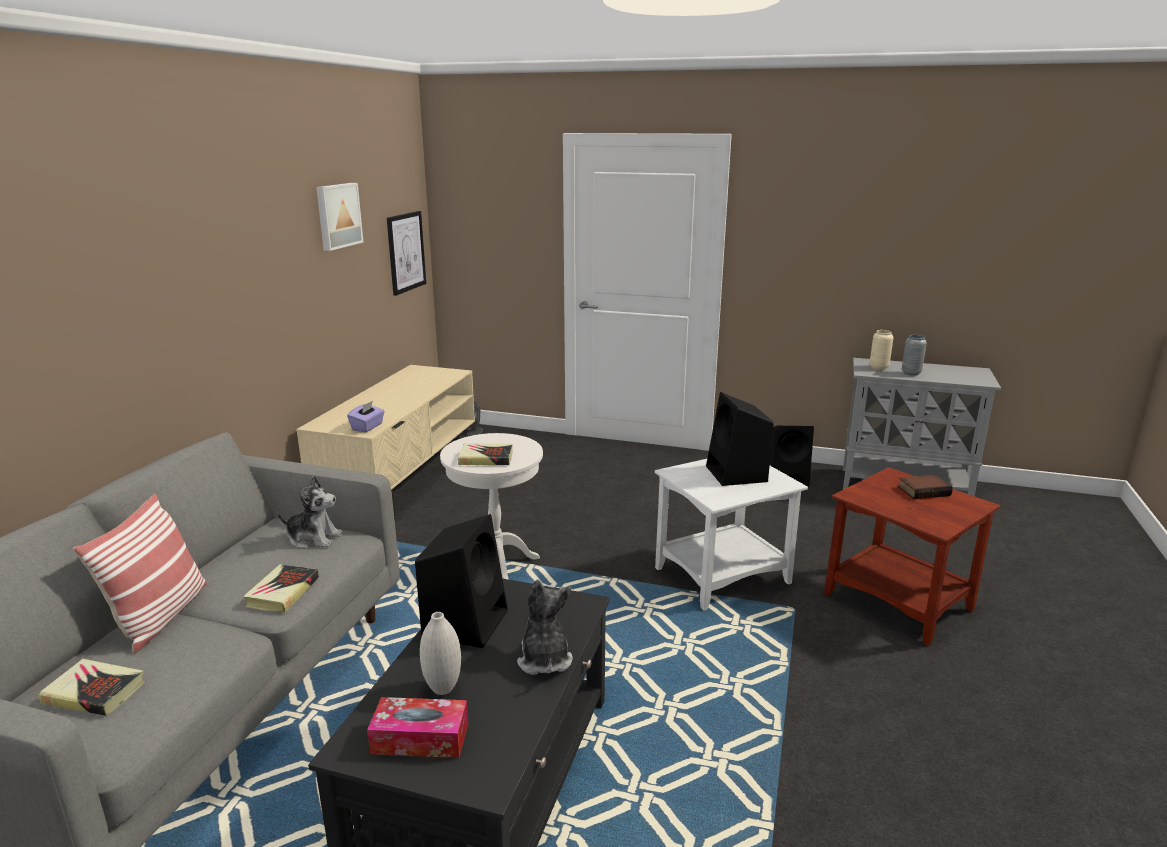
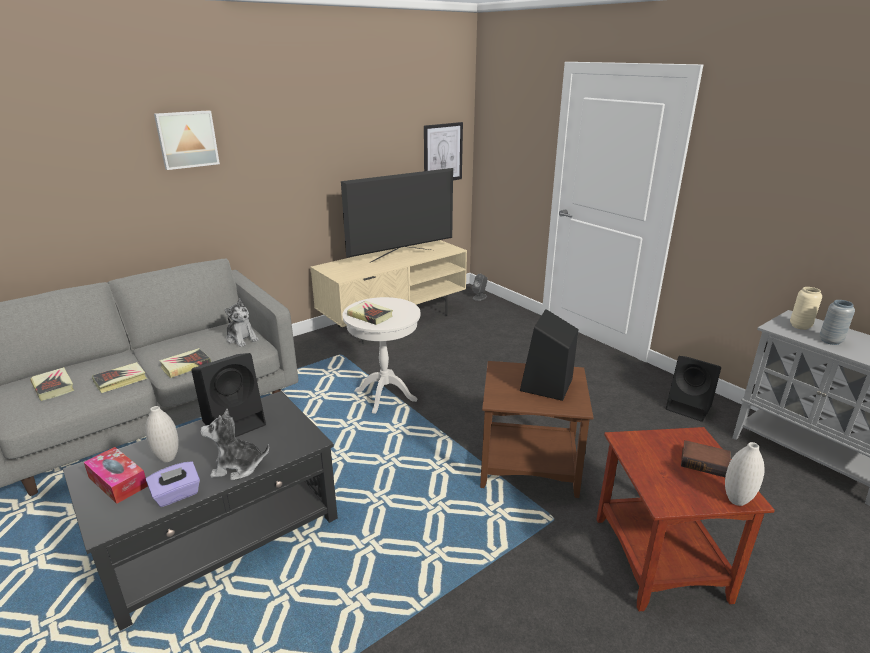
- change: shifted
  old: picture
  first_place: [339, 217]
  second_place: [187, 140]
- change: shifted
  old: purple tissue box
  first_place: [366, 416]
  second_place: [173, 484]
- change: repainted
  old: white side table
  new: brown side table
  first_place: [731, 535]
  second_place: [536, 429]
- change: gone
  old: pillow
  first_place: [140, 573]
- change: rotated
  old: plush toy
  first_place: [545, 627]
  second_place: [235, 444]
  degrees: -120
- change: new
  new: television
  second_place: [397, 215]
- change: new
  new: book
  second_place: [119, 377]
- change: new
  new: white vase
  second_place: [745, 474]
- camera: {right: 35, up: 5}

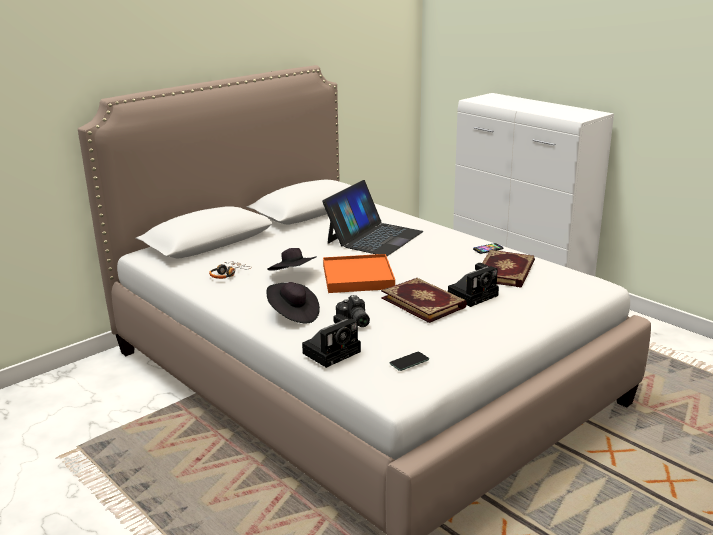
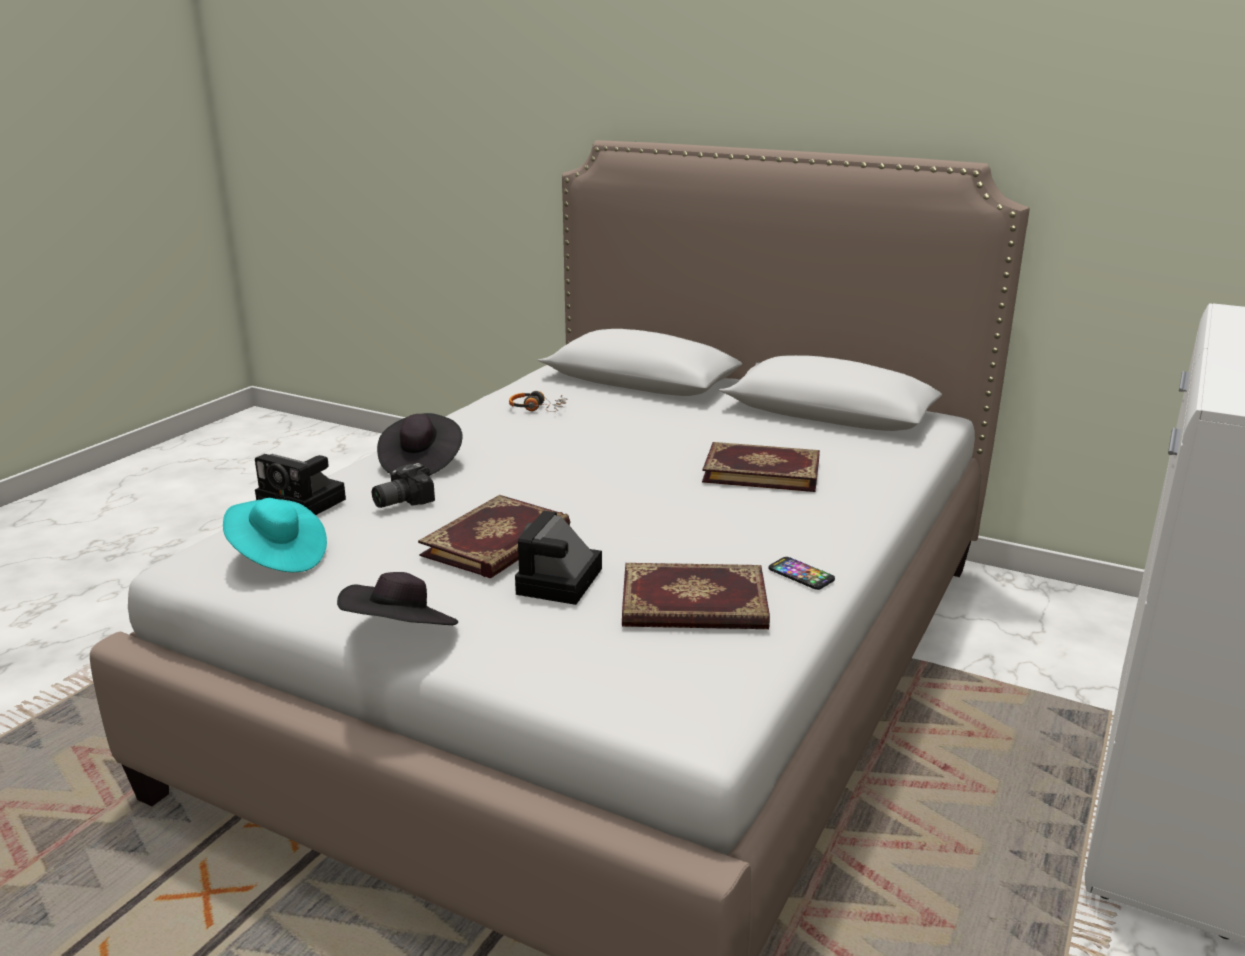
- change: swapped
  old: laptop
  new: book
  first_place: [372, 218]
  second_place: [761, 467]
- change: shifted
  old: black hat
  first_place: [292, 259]
  second_place: [397, 598]
- change: gone
  old: orange tray
  first_place: [359, 273]
- change: rotated
  old: photo camera
  first_place: [473, 285]
  second_place: [558, 558]
  degrees: 75
- change: swapped
  old: phone
  new: turquoise hat
  first_place: [409, 361]
  second_place: [275, 535]
- camera: {right: 70, up: 0}

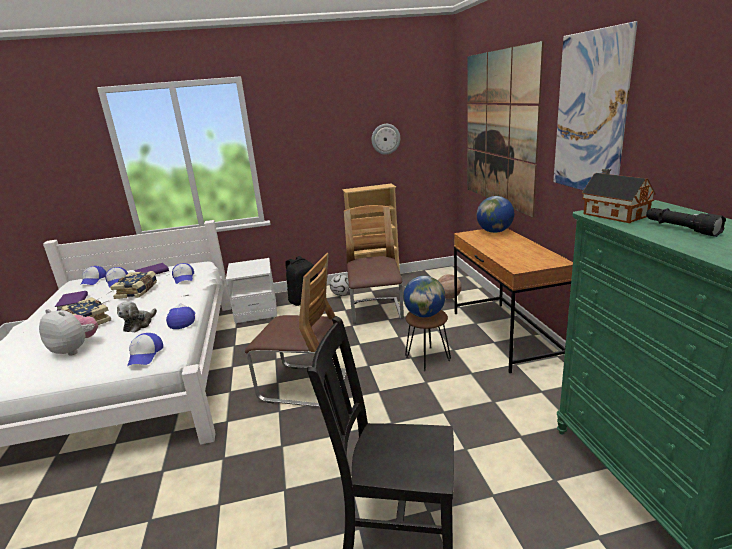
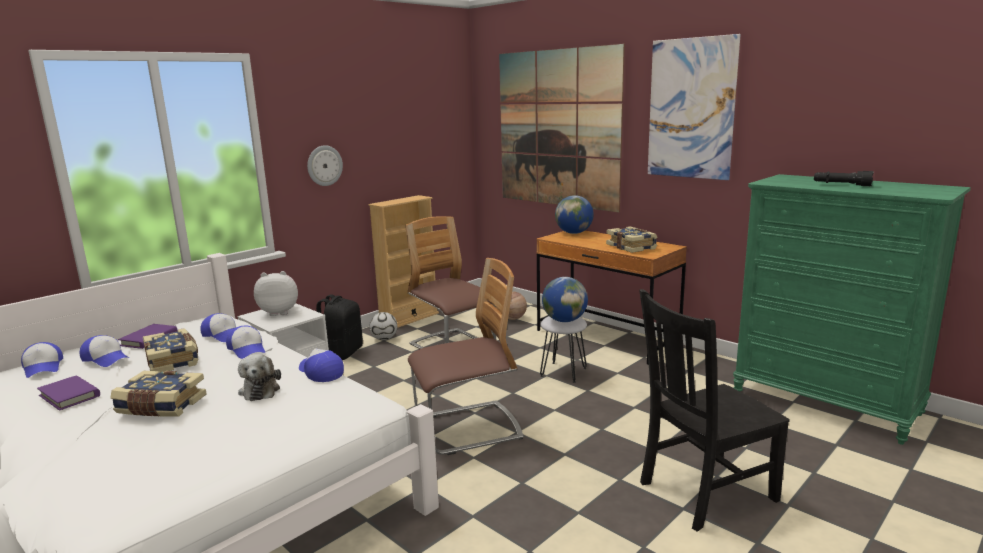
- change: shifted
  old: wall clock
  first_place: [386, 139]
  second_place: [325, 165]
- change: gone
  old: toy house
  first_place: [619, 196]
- change: shifted
  old: plush toy
  first_place: [68, 332]
  second_place: [276, 293]
- change: repainted
  old: brown stool
  new: white stool
  first_place: [428, 340]
  second_place: [563, 349]
- change: shifted
  old: cap
  first_place: [145, 350]
  second_place: [245, 342]
- change: new
  new: book
  second_place: [632, 239]
- camera: {right: -35, up: -5}

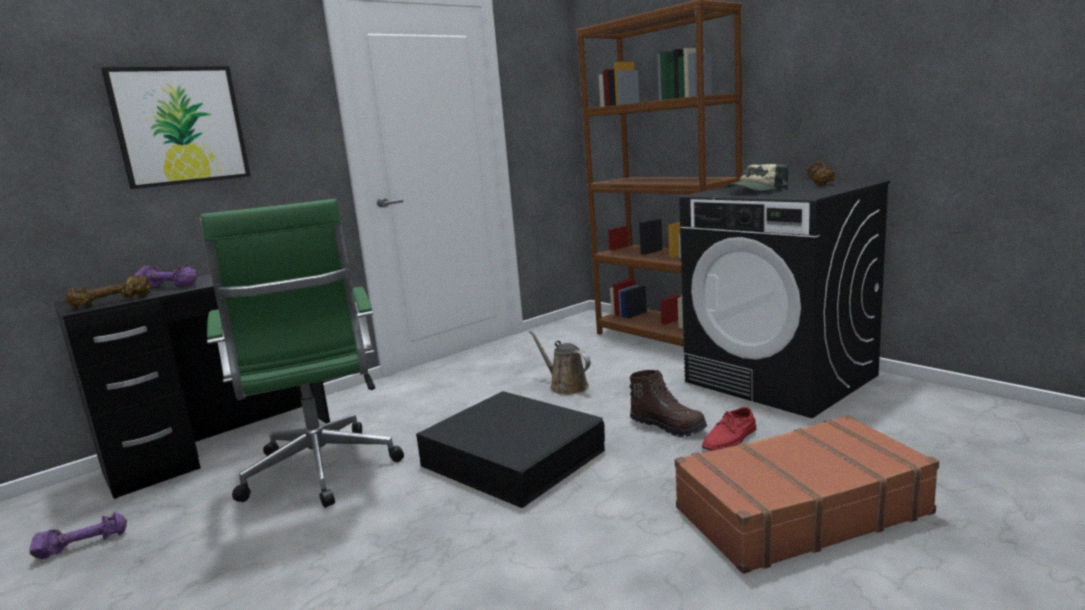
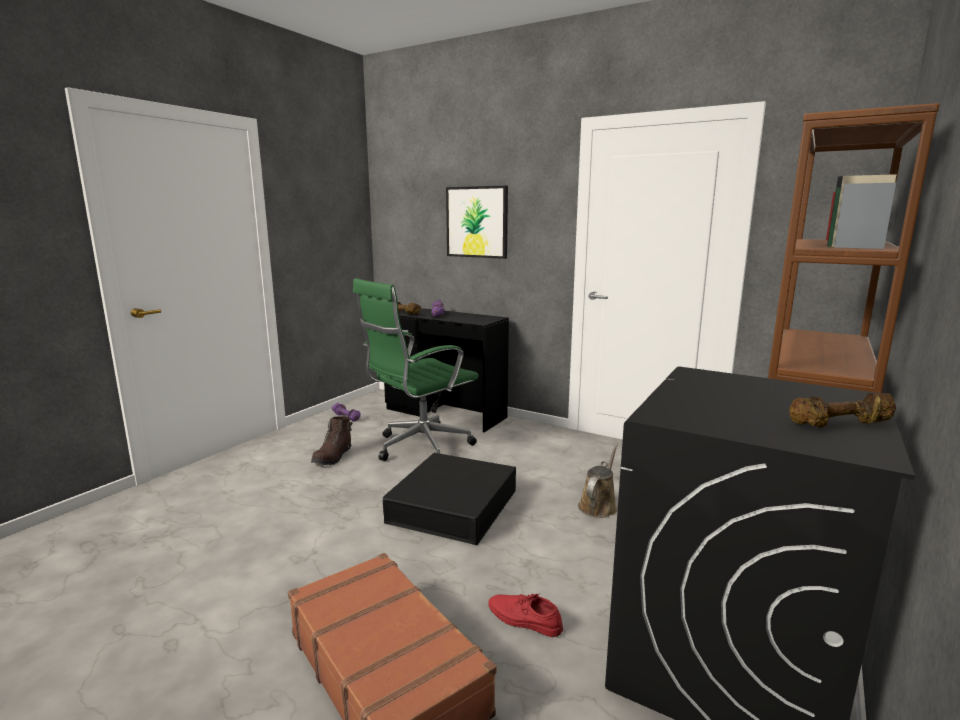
- change: gone
  old: cap
  first_place: [755, 177]
- change: shifted
  old: brown boot
  first_place: [668, 403]
  second_place: [331, 440]
- camera: {right: 70, up: 0}

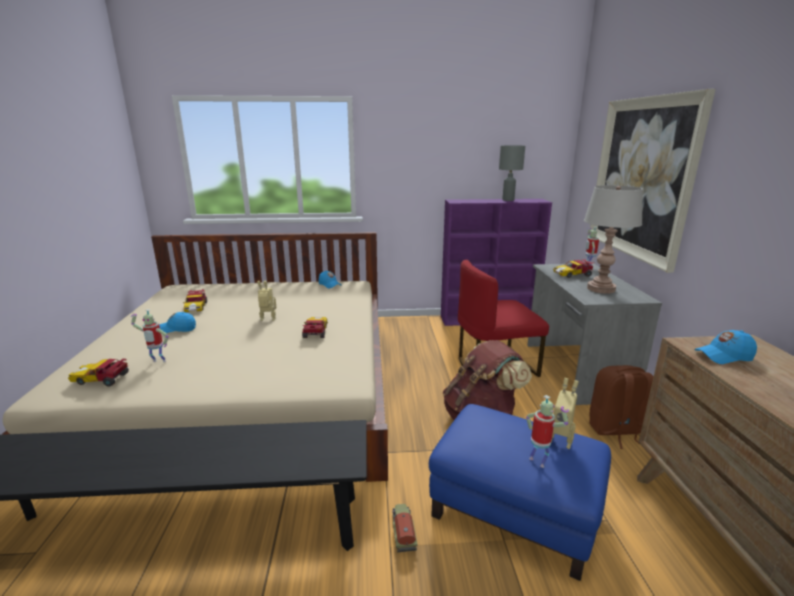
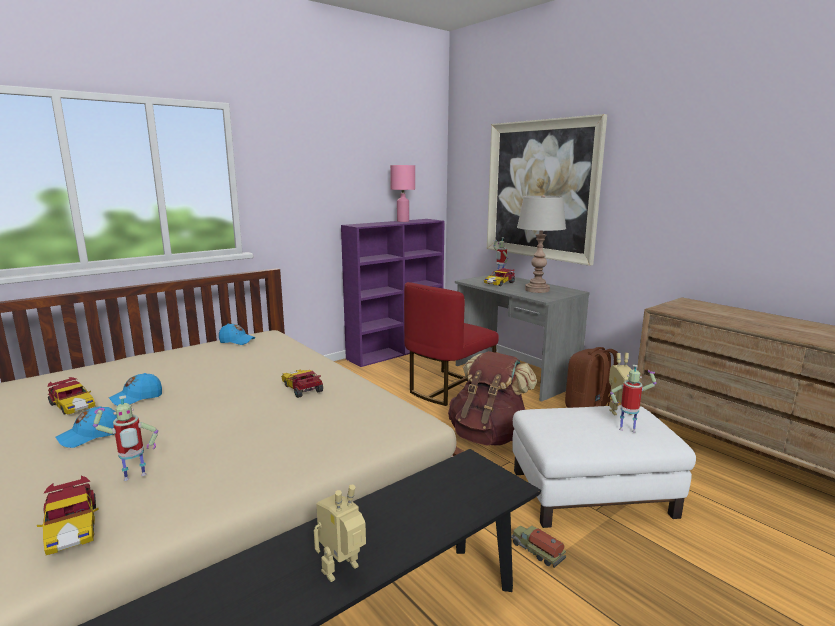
- change: repainted
  old: grey table lamp
  new: pink table lamp
  first_place: [512, 173]
  second_place: [402, 193]
- change: shifted
  old: toy robot
  first_place: [266, 301]
  second_place: [340, 533]
- change: shifted
  old: blue cap
  first_place: [725, 347]
  second_place: [135, 389]
- change: rotated
  old: toy car
  first_place: [98, 373]
  second_place: [68, 515]
  degrees: -90
- change: repainted
  old: blue ottoman
  new: white ottoman
  first_place: [520, 492]
  second_place: [604, 466]
- camera: {right: -35, up: -5}

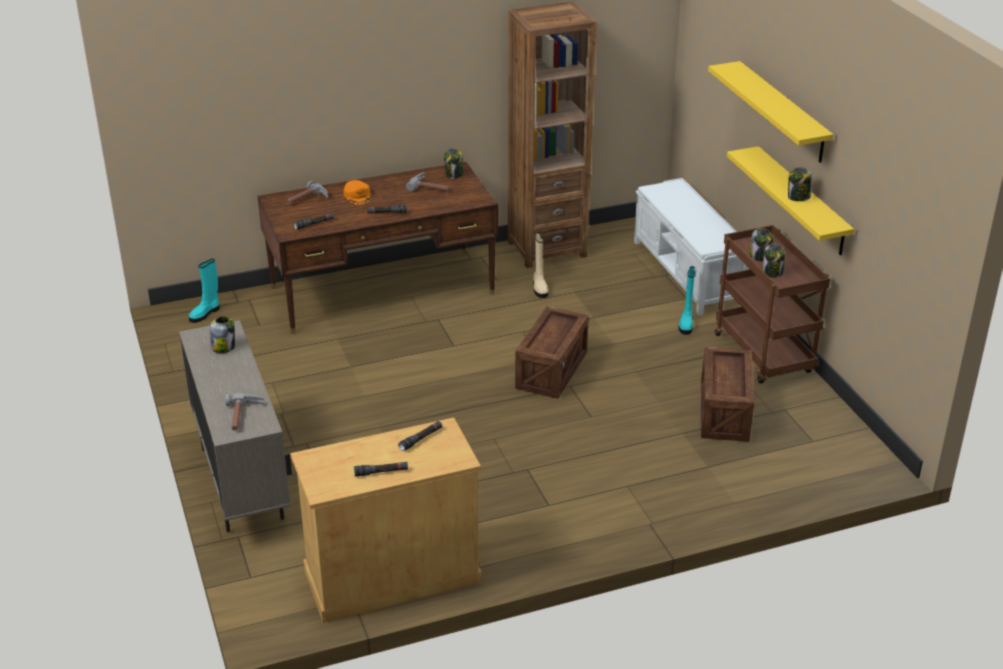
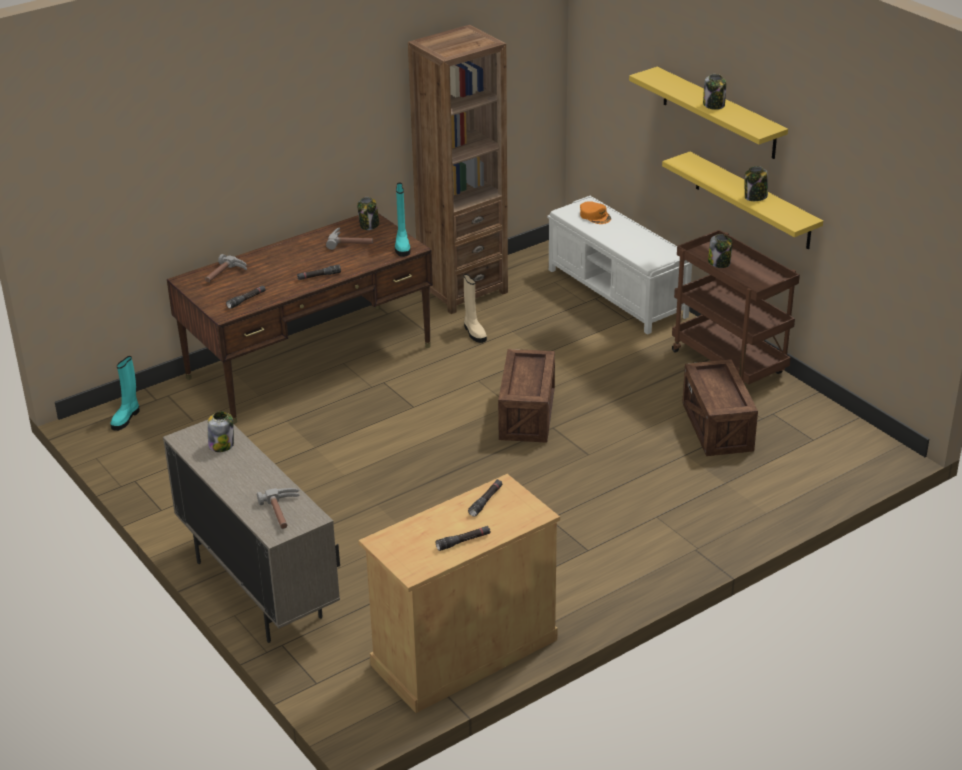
- change: shifted
  old: orange cap
  first_place: [357, 192]
  second_place: [595, 212]
- change: shifted
  old: jar
  first_place: [774, 260]
  second_place: [714, 92]
- change: shifted
  old: turquoise boot
  first_place: [687, 300]
  second_place: [402, 220]
- camera: {right: -15, up: 0}

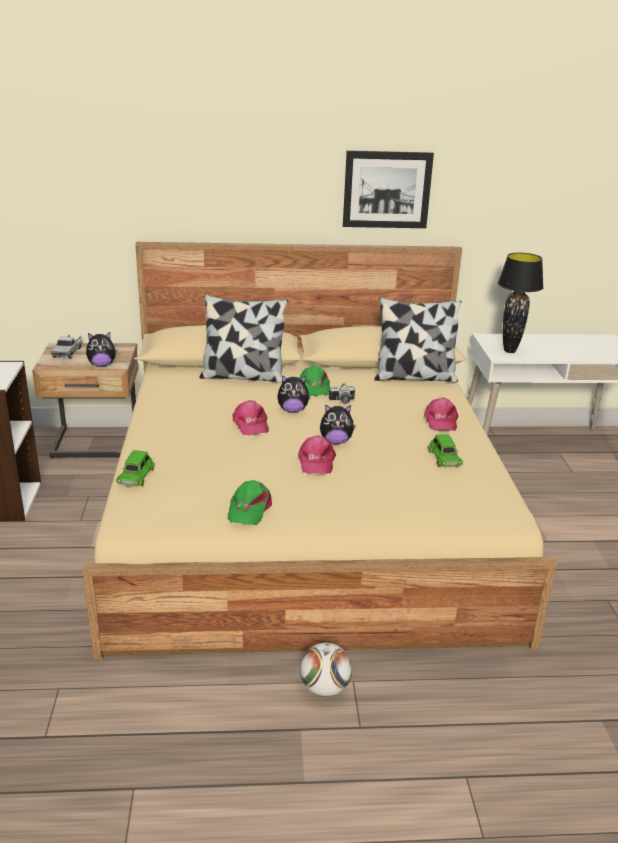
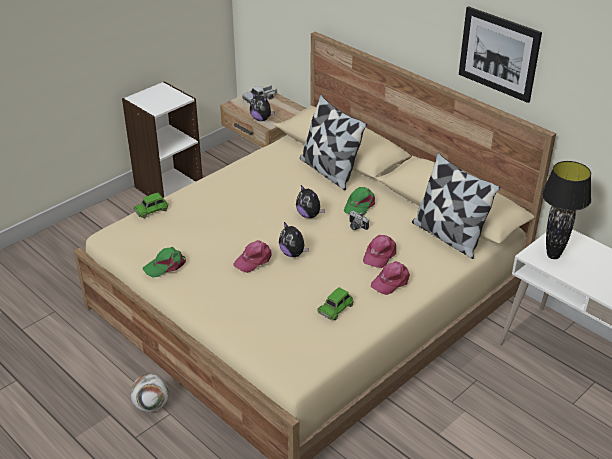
- change: shifted
  old: pink cap
  first_place: [250, 417]
  second_place: [379, 251]
- camera: {right: 50, up: 10}

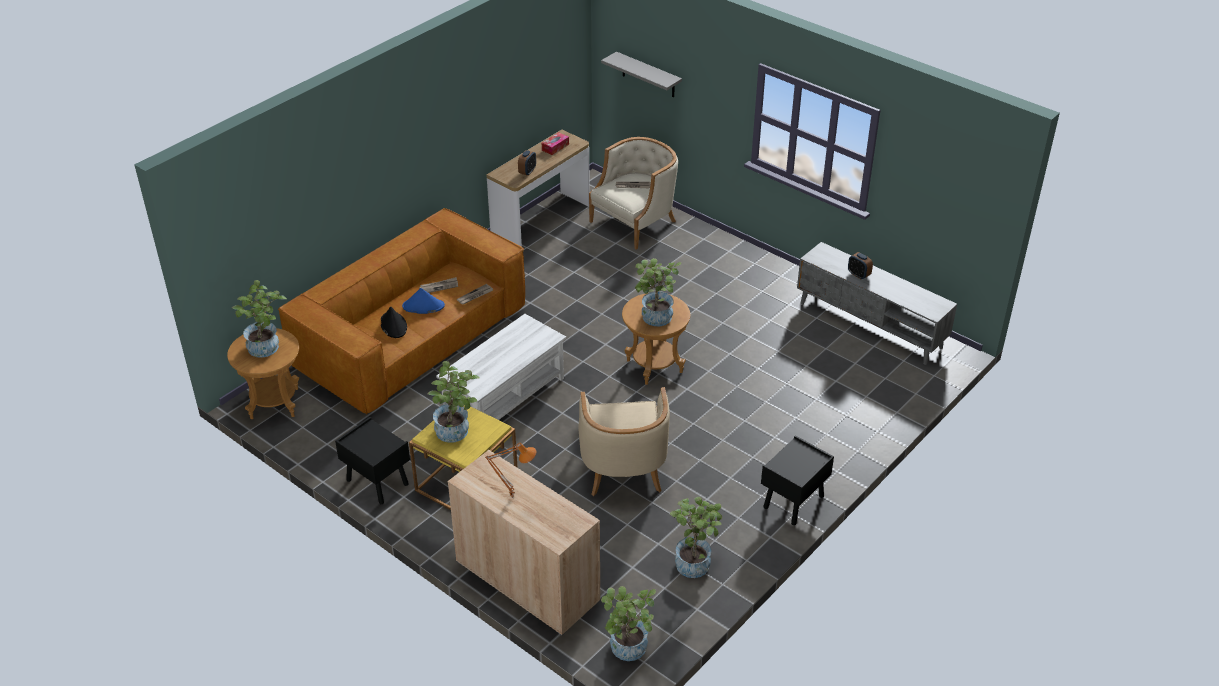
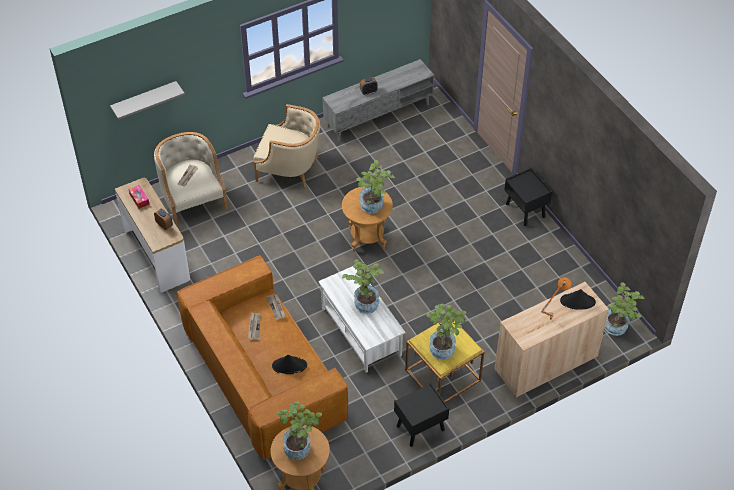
- change: gone
  old: blue hat
  first_place: [423, 301]
- change: shifted
  old: beige armchair
  first_place: [624, 441]
  second_place: [286, 146]
- change: shifted
  old: potted plant
  first_place: [696, 537]
  second_place: [363, 286]
- change: new
  new: black hat
  second_place: [578, 299]
- camera: {right: -70, up: 10}

